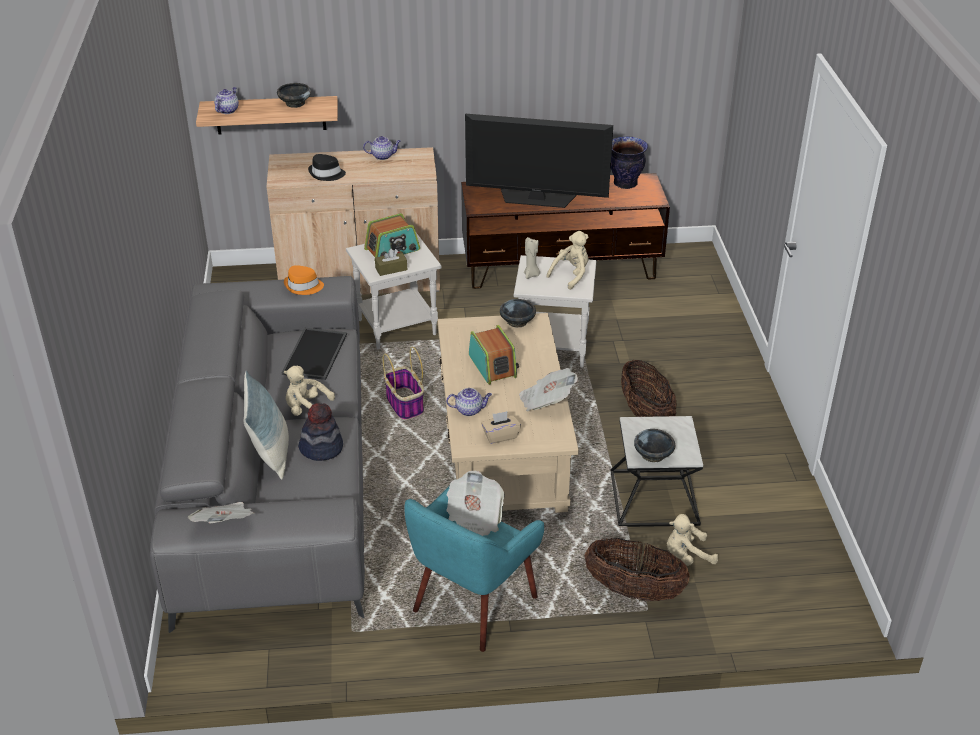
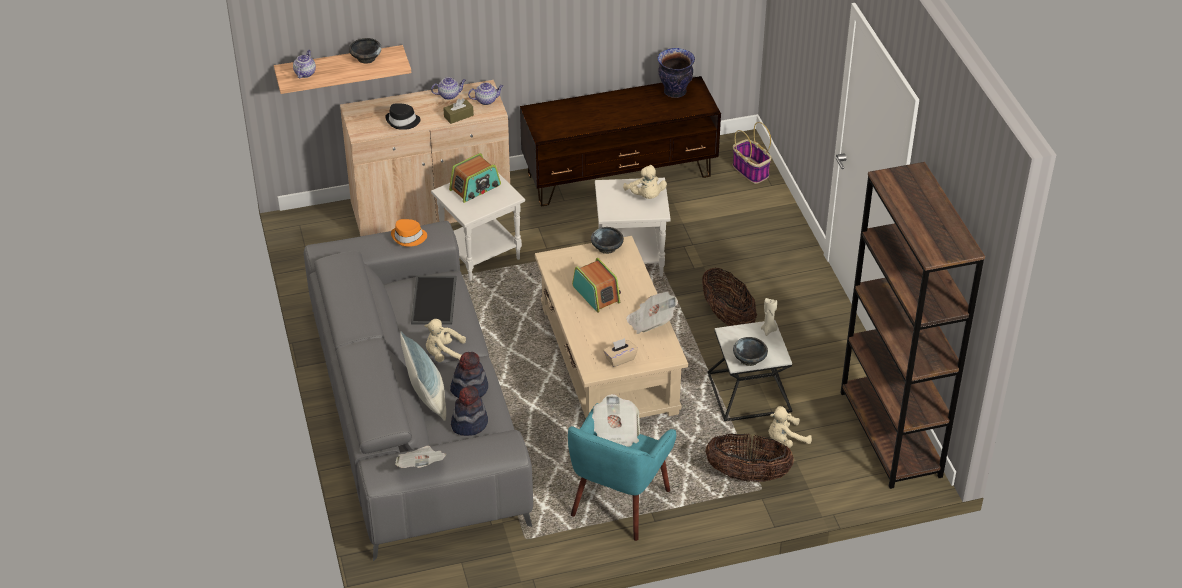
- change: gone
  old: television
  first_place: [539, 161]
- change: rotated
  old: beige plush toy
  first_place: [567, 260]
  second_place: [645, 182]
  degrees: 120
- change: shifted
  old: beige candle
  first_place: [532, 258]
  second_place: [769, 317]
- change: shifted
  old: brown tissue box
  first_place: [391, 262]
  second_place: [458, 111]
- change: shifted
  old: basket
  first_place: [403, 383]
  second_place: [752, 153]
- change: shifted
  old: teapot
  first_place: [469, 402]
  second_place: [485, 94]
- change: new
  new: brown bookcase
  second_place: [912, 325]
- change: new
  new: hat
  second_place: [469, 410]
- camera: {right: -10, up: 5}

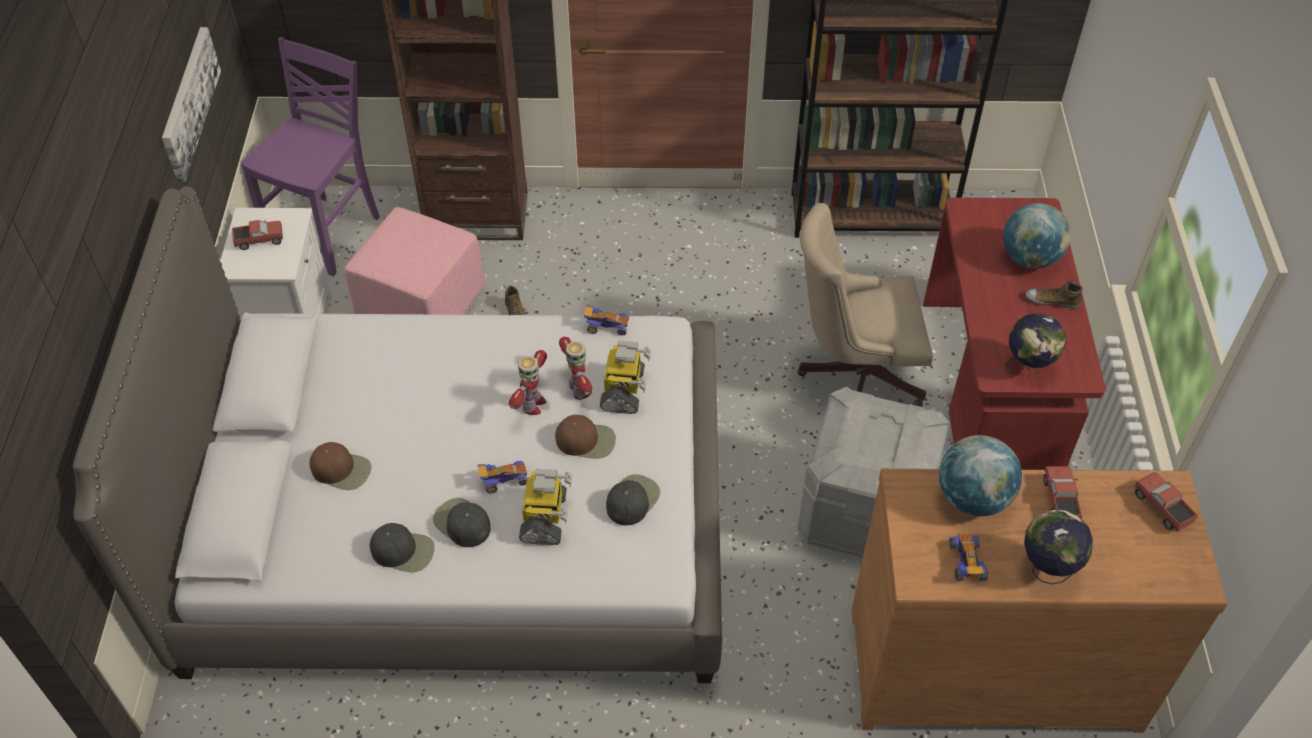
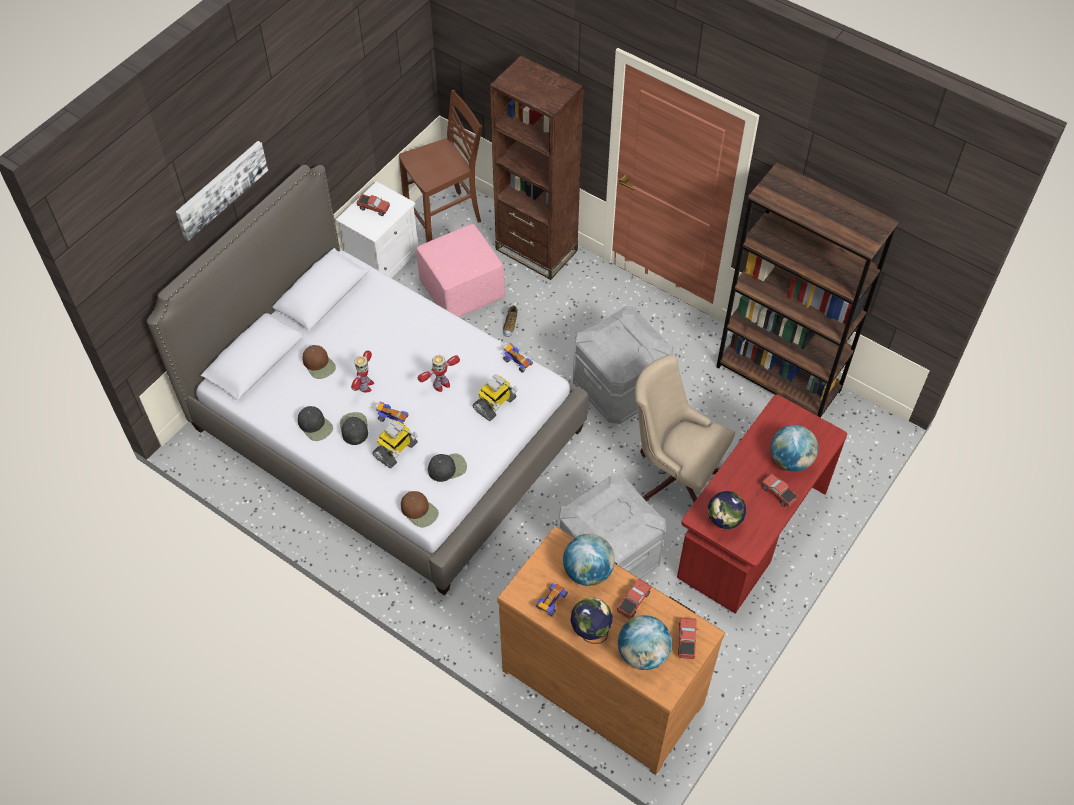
- change: shifted
  old: picture
  first_place: [191, 104]
  second_place: [222, 191]
- change: repainted
  old: purple chair
  new: brown chair
  first_place: [310, 156]
  second_place: [440, 165]
- change: swapped
  old: shoe
  new: toy truck
  first_place: [1054, 294]
  second_place: [779, 490]
- change: shifted
  old: toy robot
  first_place: [575, 368]
  second_place: [362, 371]
- change: shifted
  old: brown cap
  first_place: [585, 437]
  second_place: [420, 509]
- change: new
  new: grey storage box
  second_place: [623, 365]
- change: new
  new: globe
  second_place: [645, 642]
- camera: {right: 35, up: 5}

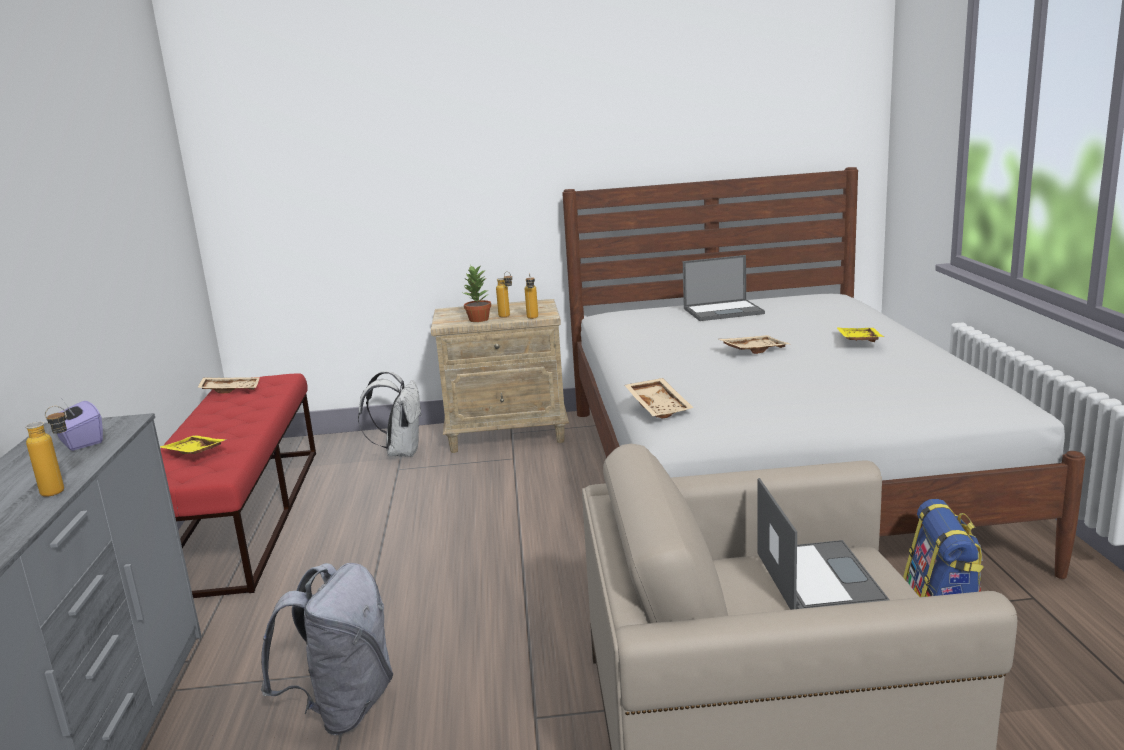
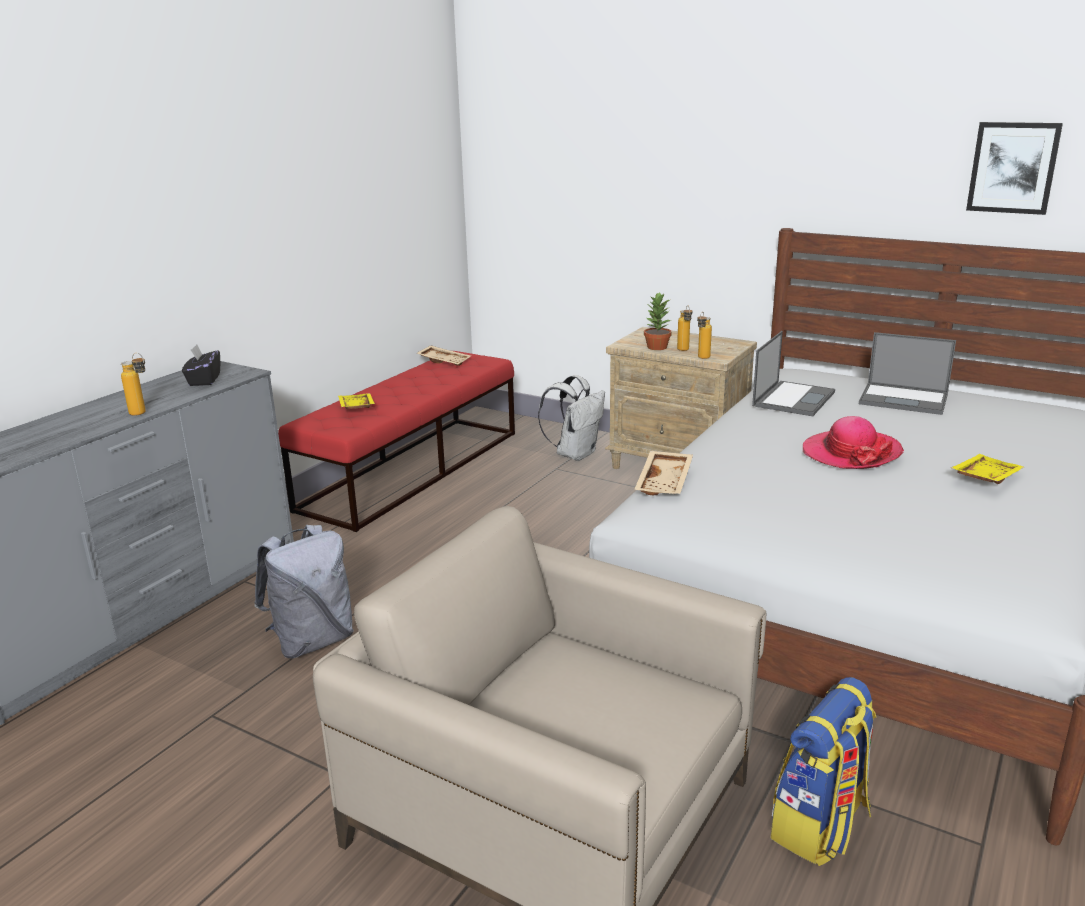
- change: swapped
  old: beige tray
  new: hat
  first_place: [754, 344]
  second_place: [853, 442]
- change: repainted
  old: purple tissue box
  new: black tissue box
  first_place: [80, 424]
  second_place: [201, 365]
- change: shifted
  old: laptop
  first_place: [824, 544]
  second_place: [793, 373]
- change: new
  new: picture
  second_place: [1014, 168]
- camera: {right: 35, up: 5}

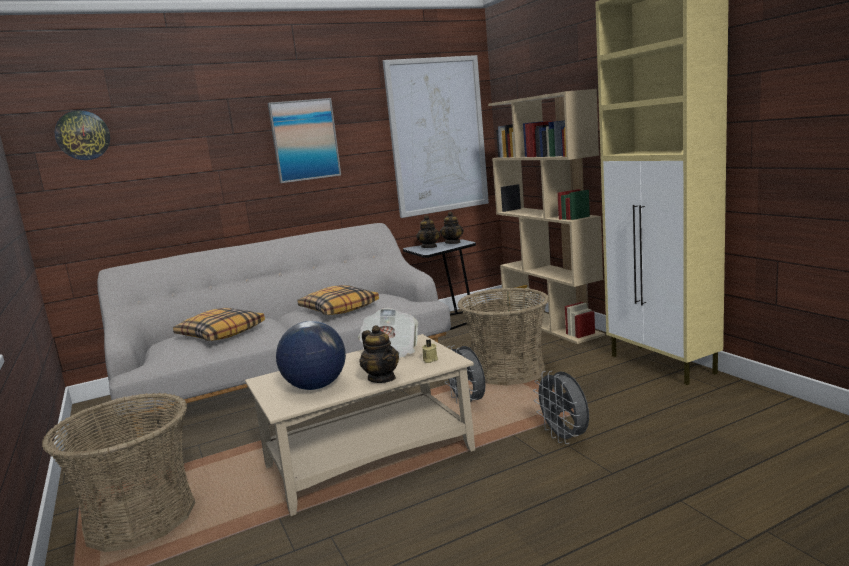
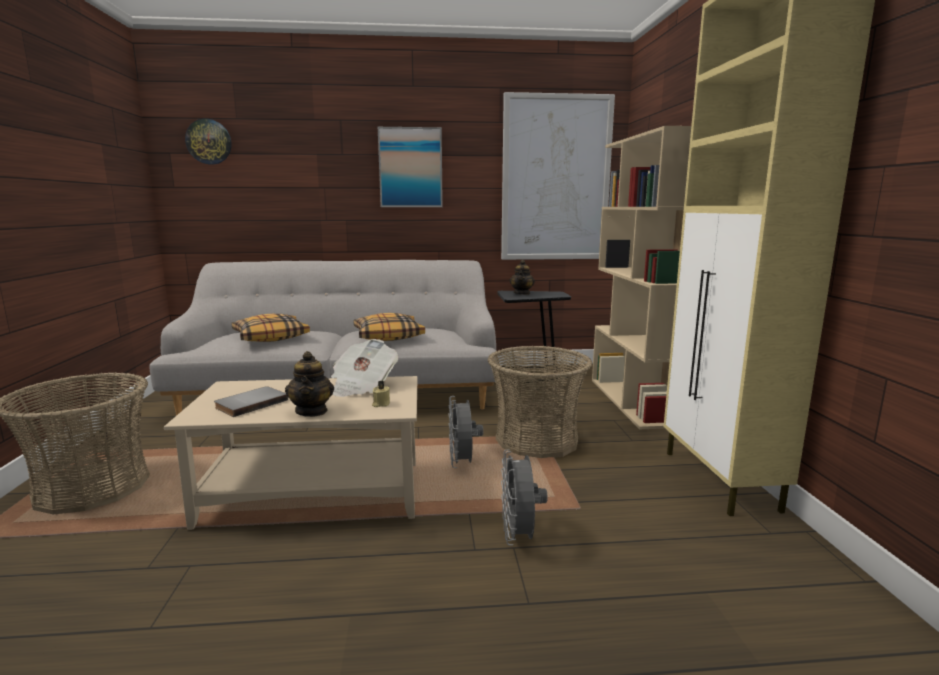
- change: gone
  old: teapot
  first_place: [452, 228]
- change: swapped
  old: globe
  new: grey book
  first_place: [311, 355]
  second_place: [251, 401]
- camera: {right: 20, up: 0}

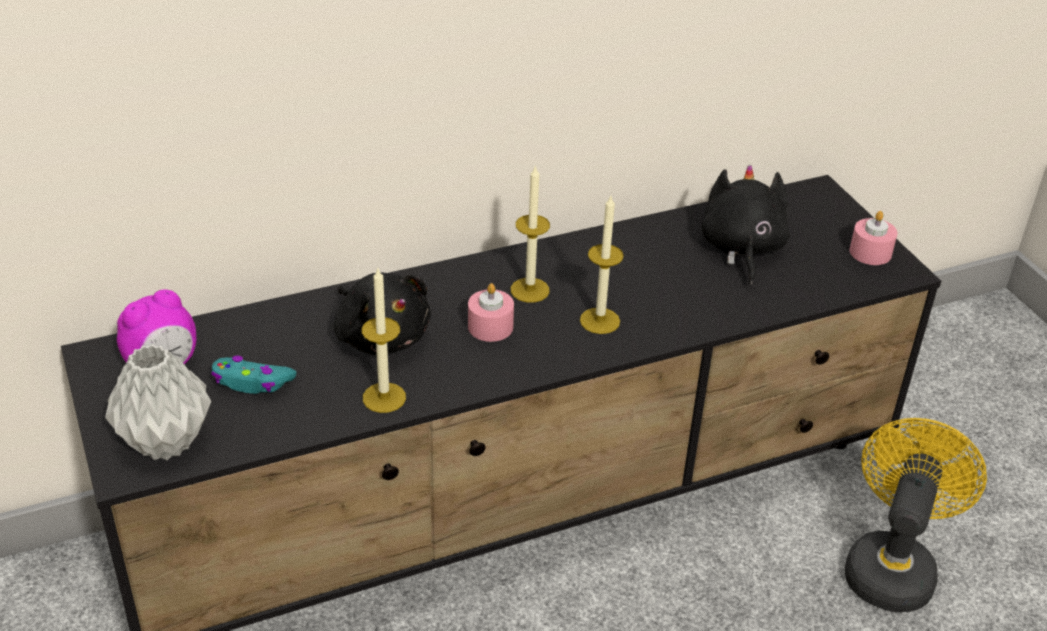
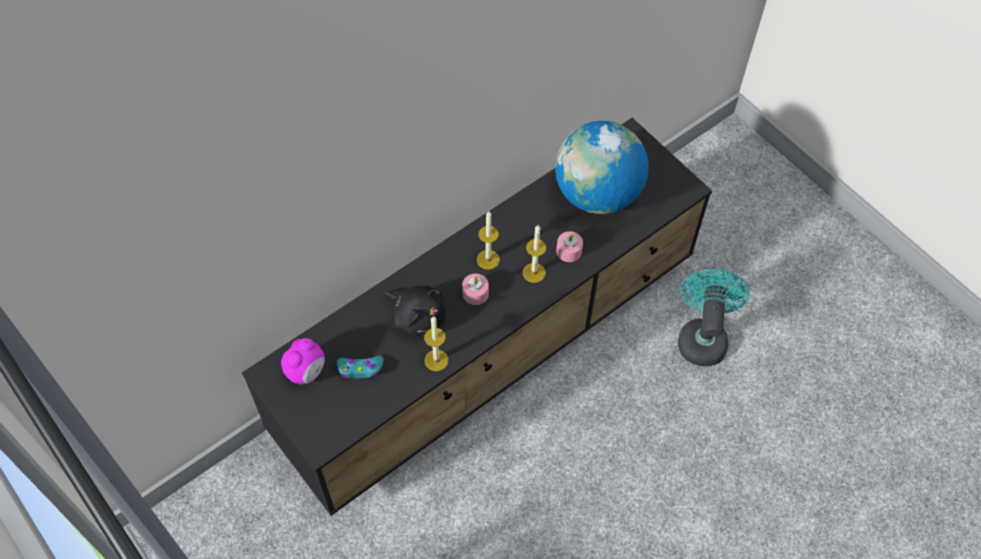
- change: swapped
  old: black plush toy
  new: globe
  first_place: [745, 225]
  second_place: [602, 167]
- change: shifted
  old: pink candle
  first_place: [874, 238]
  second_place: [569, 246]
- change: gone
  old: grey vase
  first_place: [158, 402]
- change: repainted
  old: yellow fan
  new: turquoise fan
  first_place: [916, 515]
  second_place: [714, 317]
- camera: {right: -15, up: 20}

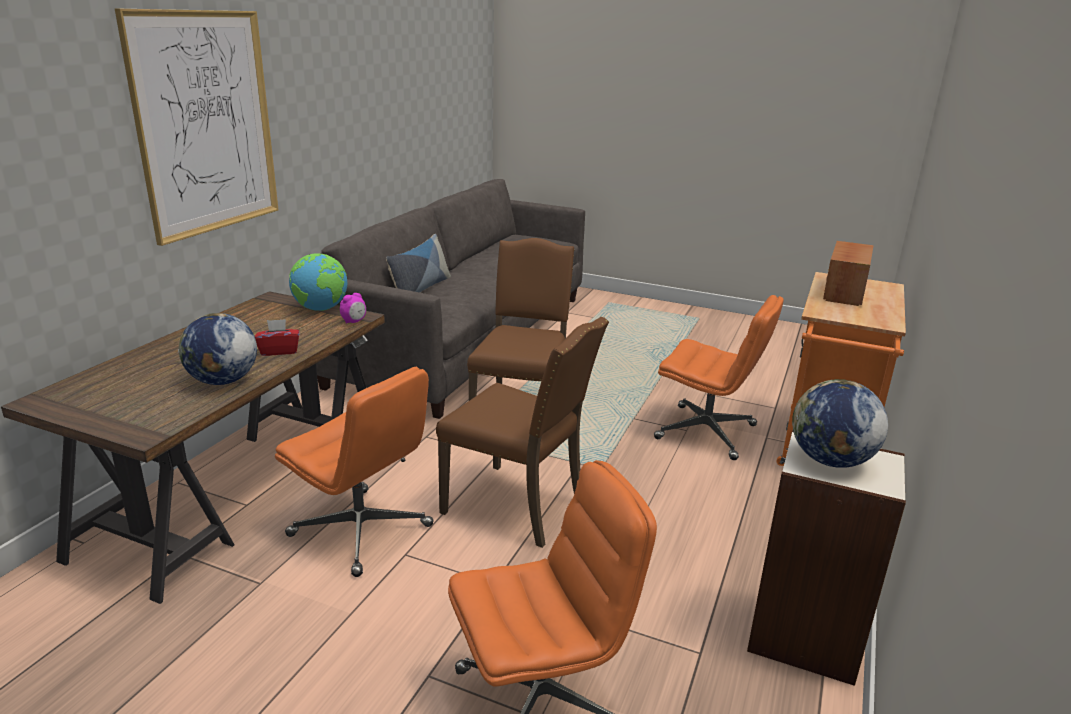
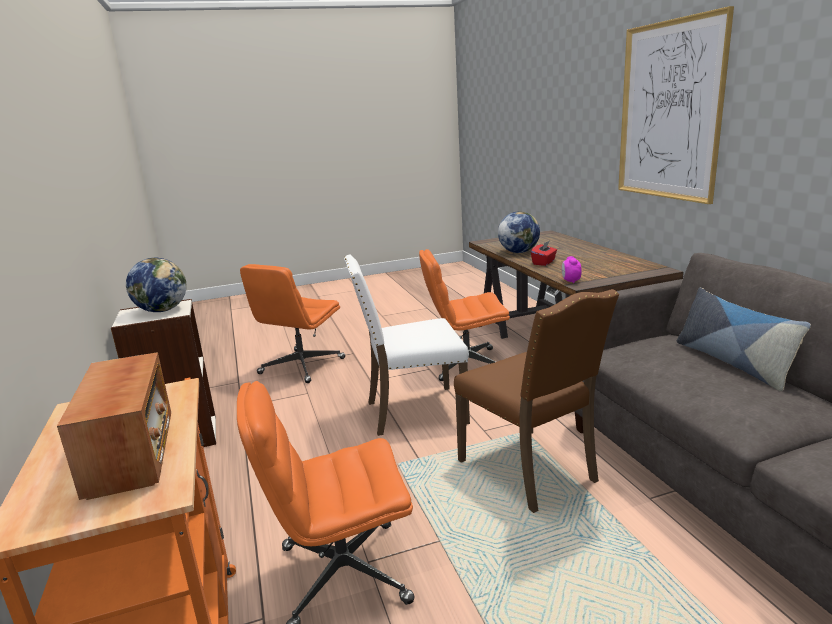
- change: gone
  old: globe
  first_place: [318, 282]
- change: repainted
  old: brown chair
  new: white chair
  first_place: [522, 432]
  second_place: [407, 345]
- camera: {right: 140, up: -5}

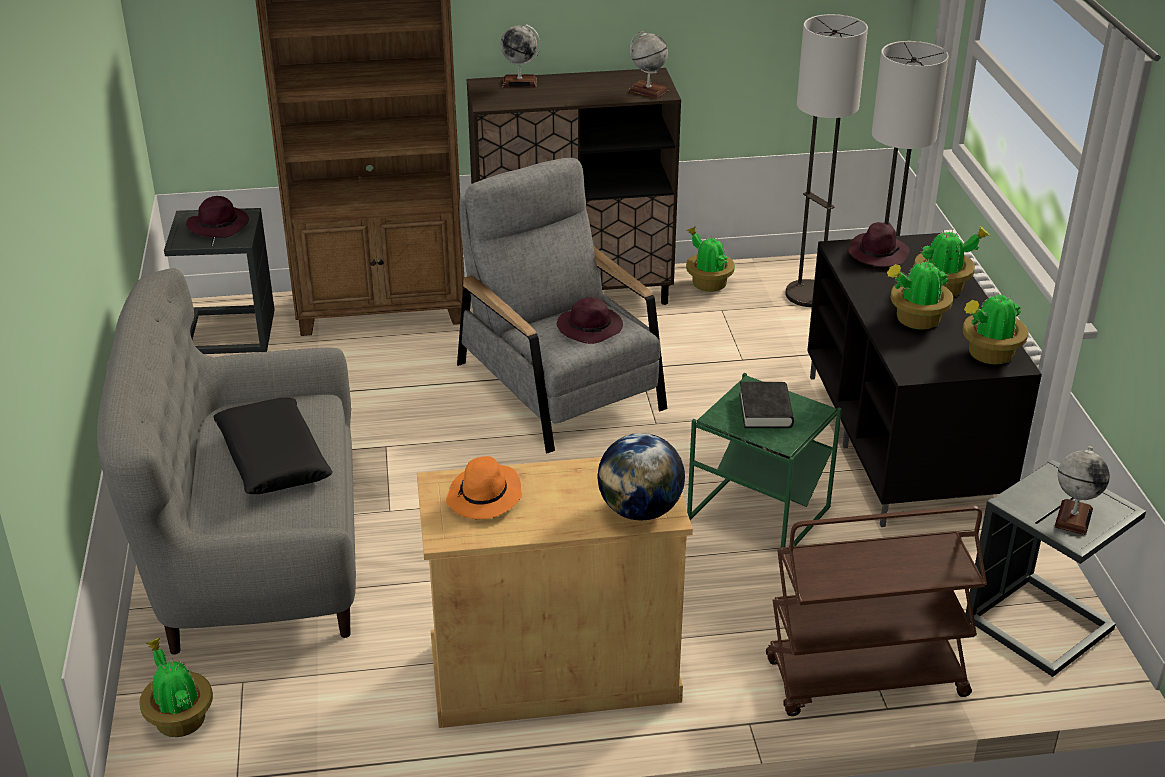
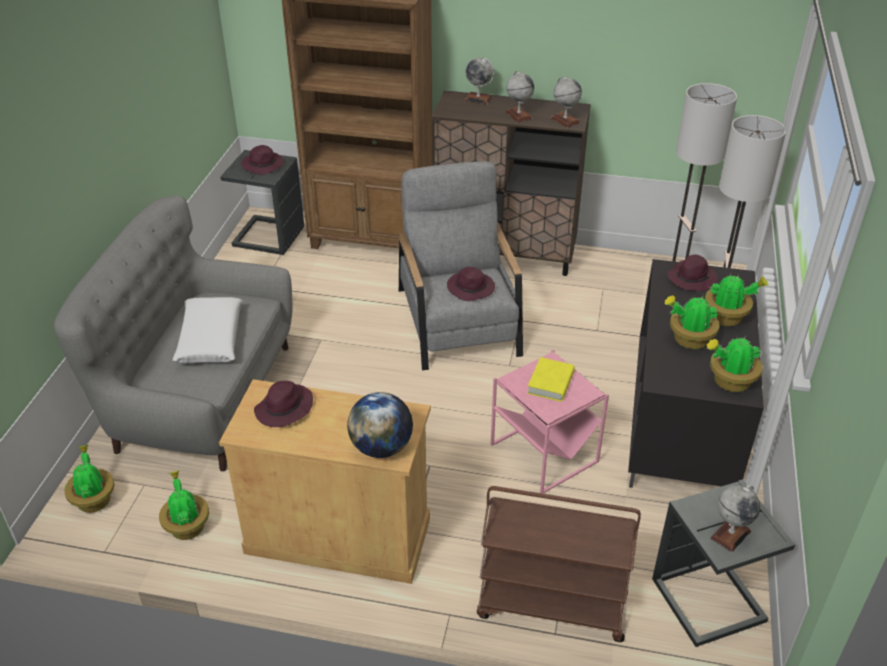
- change: shifted
  old: potted plant
  first_place: [710, 259]
  second_place: [184, 505]
- change: repainted
  old: green side table
  new: pink side table
  first_place: [764, 467]
  second_place: [550, 421]
- change: repainted
  old: black book
  new: yellow book
  first_place: [766, 405]
  second_place: [551, 379]
- change: repainted
  old: black pillow
  new: white pillow
  first_place: [273, 446]
  second_place: [207, 330]
- change: repainted
  old: orange hat
  new: purple hat
  first_place: [484, 487]
  second_place: [283, 404]
- change: new
  new: globe
  second_place: [520, 97]
- camera: {right: 20, up: 5}

